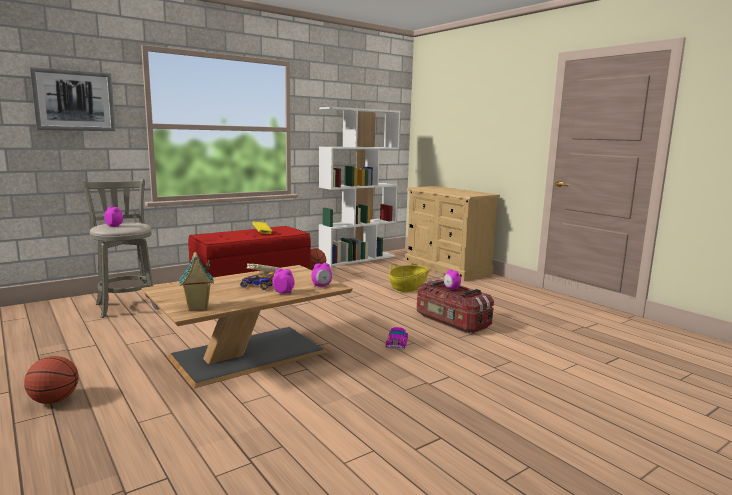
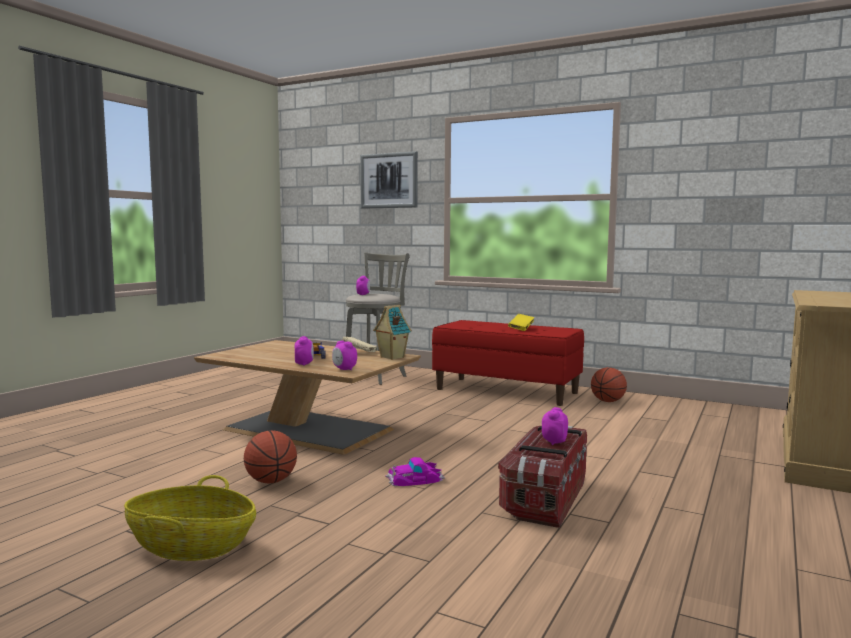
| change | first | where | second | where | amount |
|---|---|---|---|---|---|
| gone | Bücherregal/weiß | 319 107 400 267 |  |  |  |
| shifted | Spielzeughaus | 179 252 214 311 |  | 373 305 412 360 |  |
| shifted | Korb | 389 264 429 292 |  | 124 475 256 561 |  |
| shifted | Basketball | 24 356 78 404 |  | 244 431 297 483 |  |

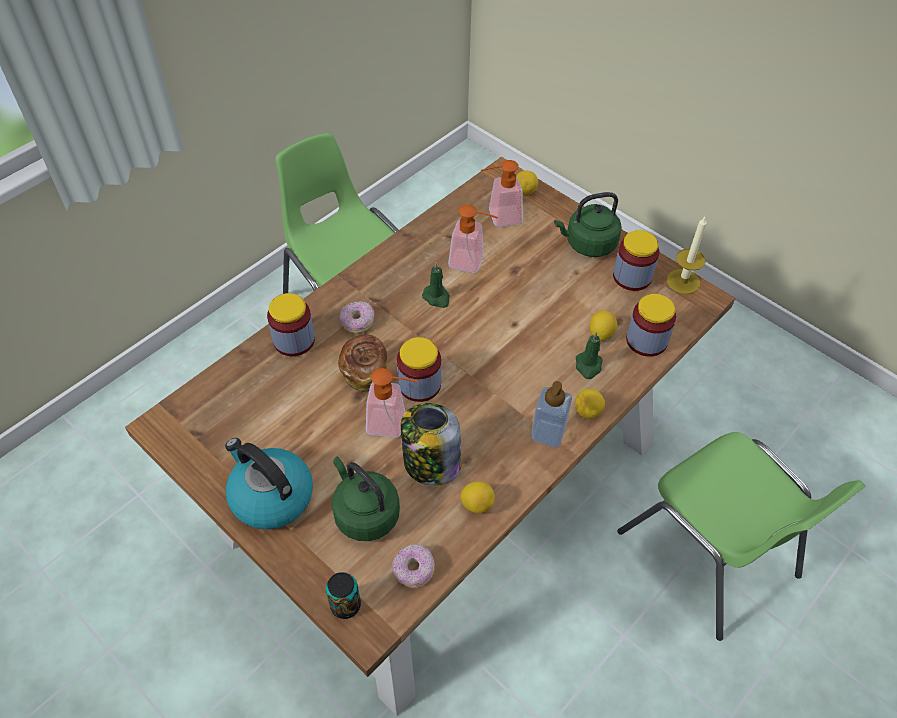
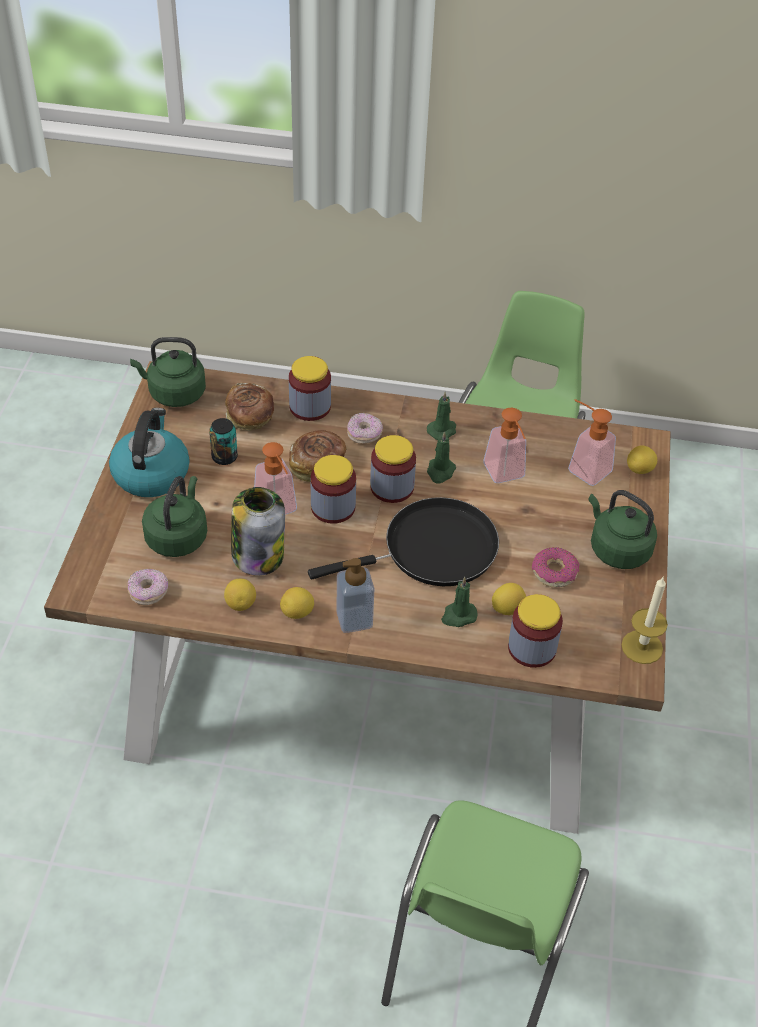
| change | first | where | second | where | amount |
|---|---|---|---|---|---|
| shifted | Vorratsglas | 613 230 660 291 |  | 370 435 416 503 |  |
| shifted | Zitrone | 575 389 605 419 |  | 280 587 314 619 |  |
| shifted | Dose | 326 572 361 619 |  | 209 418 238 465 |  |
| new |  |  | Wasserkessel/grün | 130 337 206 407 |  |
| new |  |  | Brot | 225 383 274 431 |  |
| new |  |  | Kerze/grün | 427 391 456 440 |  |
| new |  |  | Pfanne/schwarz | 308 497 499 586 |  |
| new |  |  | Donut | 532 547 580 587 |  |

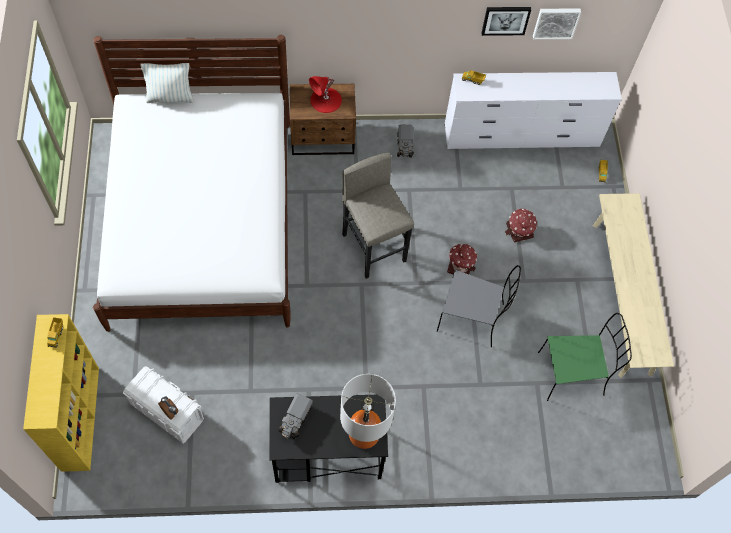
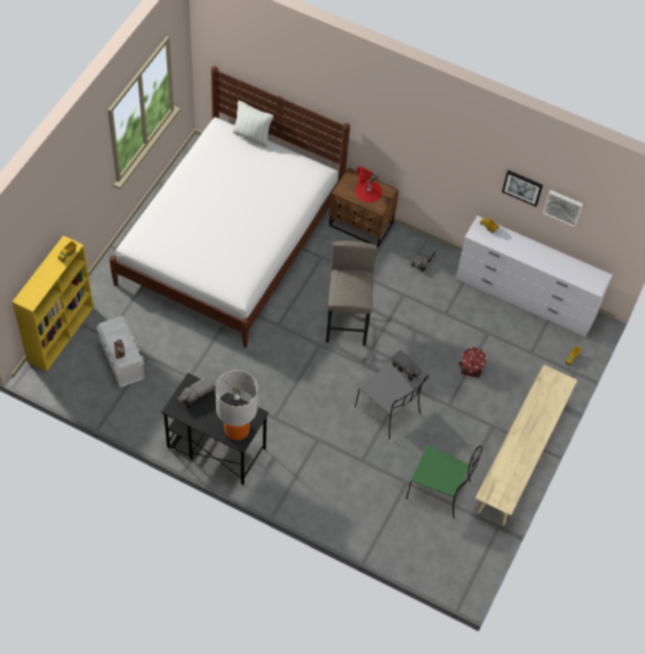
| change | first | where | second | where | amount |
|---|---|---|---|---|---|
| swapped | Spielzeughaus | 447 244 477 274 | Spielzeuglaster | 391 350 422 381 |  |

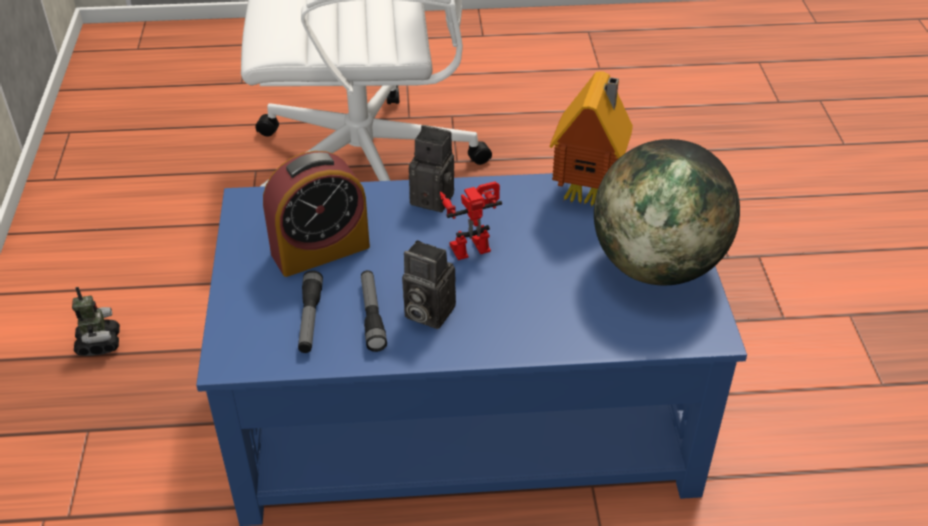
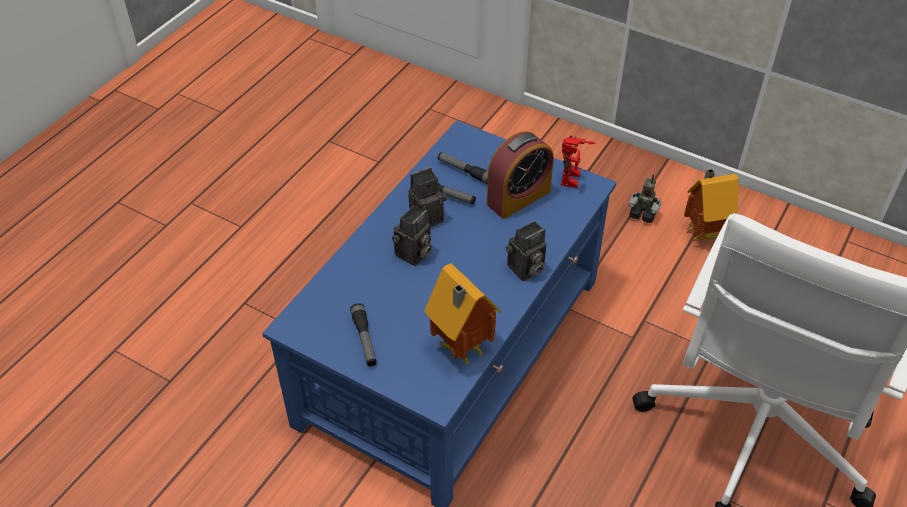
| change | first | where | second | where | amount |
|---|---|---|---|---|---|
| swapped | Globus | 594 139 740 286 | Taschenlampe | 350 303 376 367 |  |
| rotated | Wecker | 263 151 370 277 |  | 487 131 554 219 | 135 degrees counterclockwise |
| shifted | Spielzeugroboter | 440 181 502 260 |  | 561 136 596 188 |  |
| new |  |  | Spielzeughaus | 684 169 739 241 |  |
| new |  |  | Kamera | 392 205 432 266 |  |

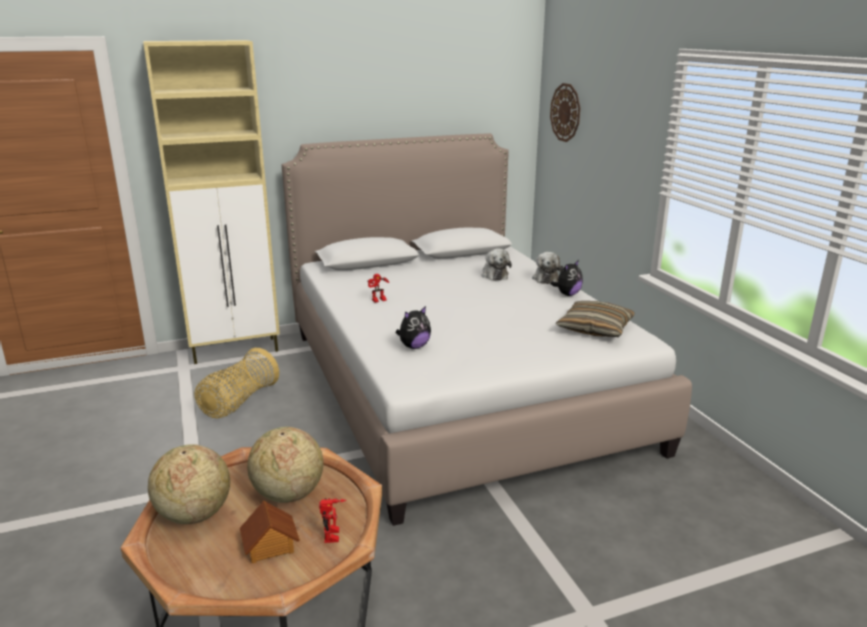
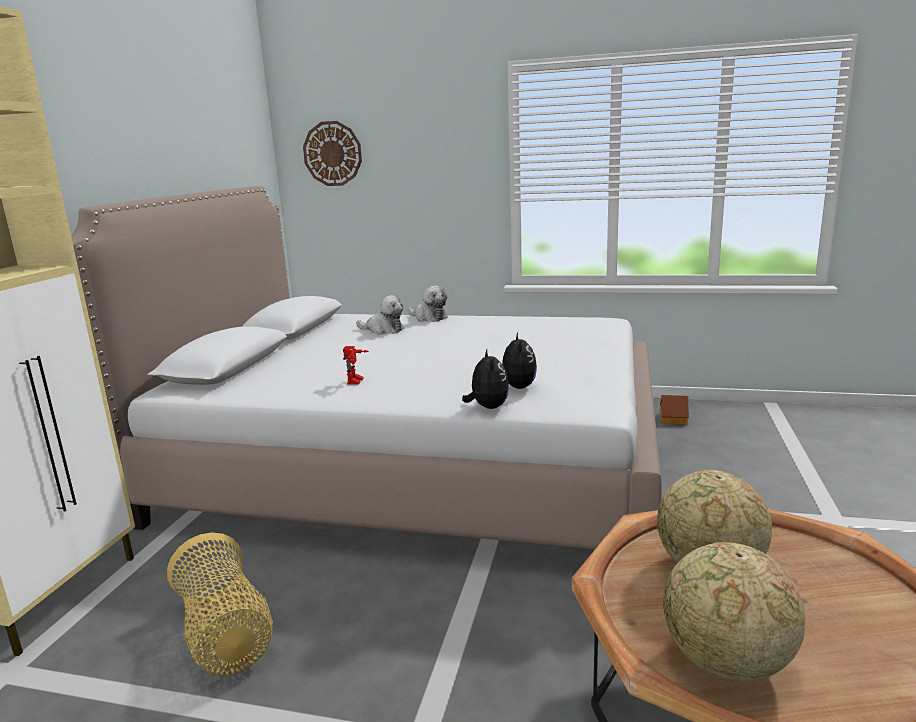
| change | first | where | second | where | amount |
|---|---|---|---|---|---|
| shifted | Plüschtier | 550 260 583 296 |  | 462 349 509 409 |  |
| gone | Kissen | 556 301 635 337 |  |  |  |
| gone | Spielzeugroboter | 319 498 347 543 |  |  |  |
| shifted | Spielzeughaus | 240 500 300 564 |  | 660 395 689 425 |  |

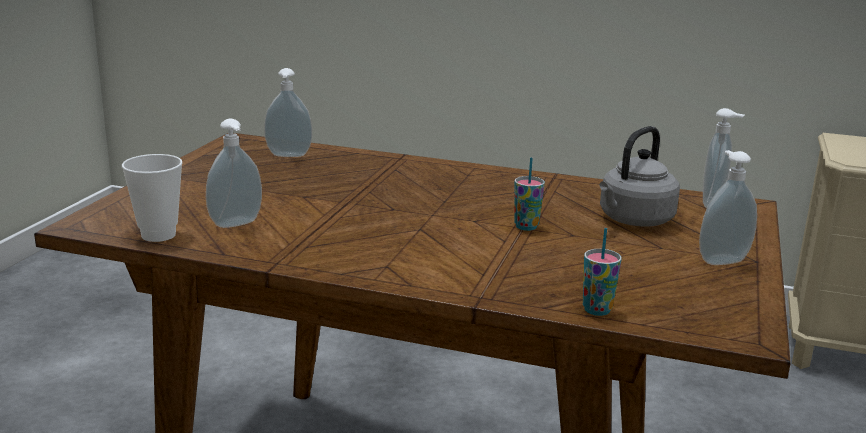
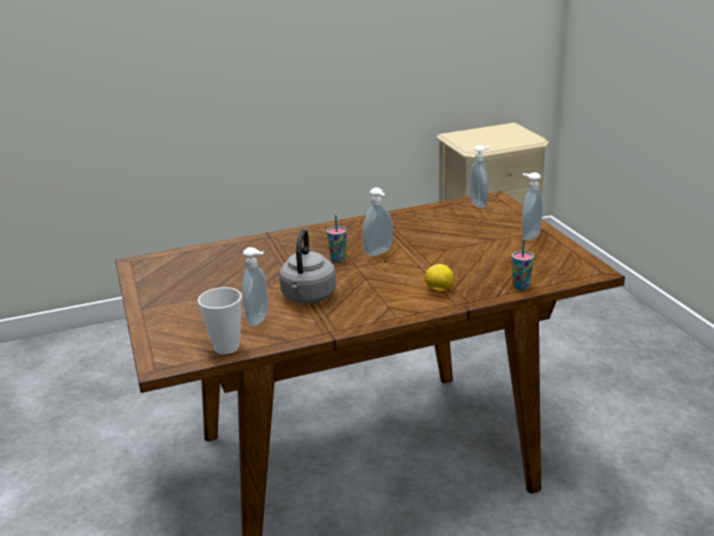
| change | first | where | second | where | amount |
|---|---|---|---|---|---|
| shifted | Seifenspender | 264 68 312 157 |  | 362 188 393 256 |  |
| shifted | Wasserkessel/grau | 600 126 680 227 |  | 279 229 336 304 |  |
| shifted | Tasse | 514 157 545 231 |  | 327 215 347 262 |  |
| new |  |  | Zitrone | 425 264 453 291 |  |

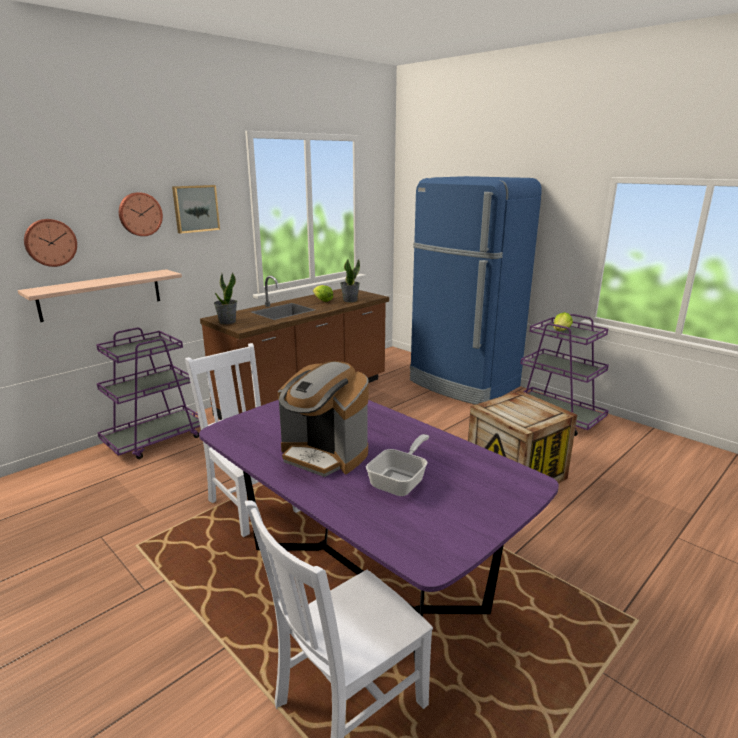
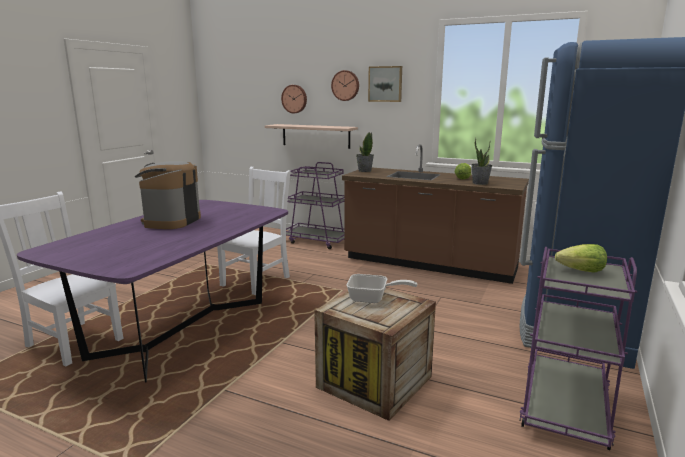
| change | first | where | second | where | amount |
|---|---|---|---|---|---|
| shifted | Pfanne | 366 434 429 496 |  | 346 274 417 303 |  |

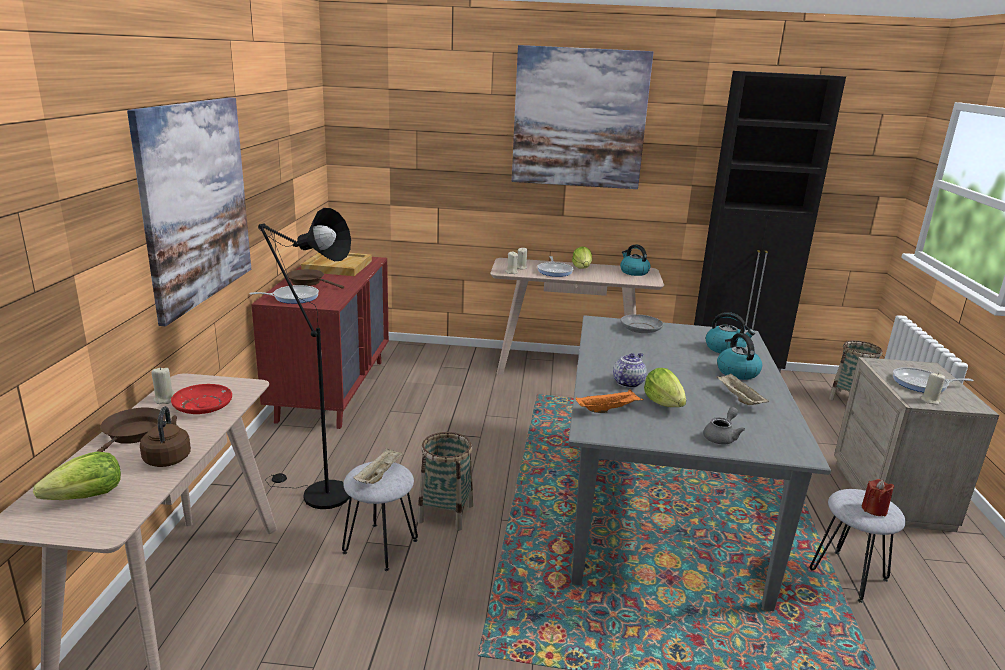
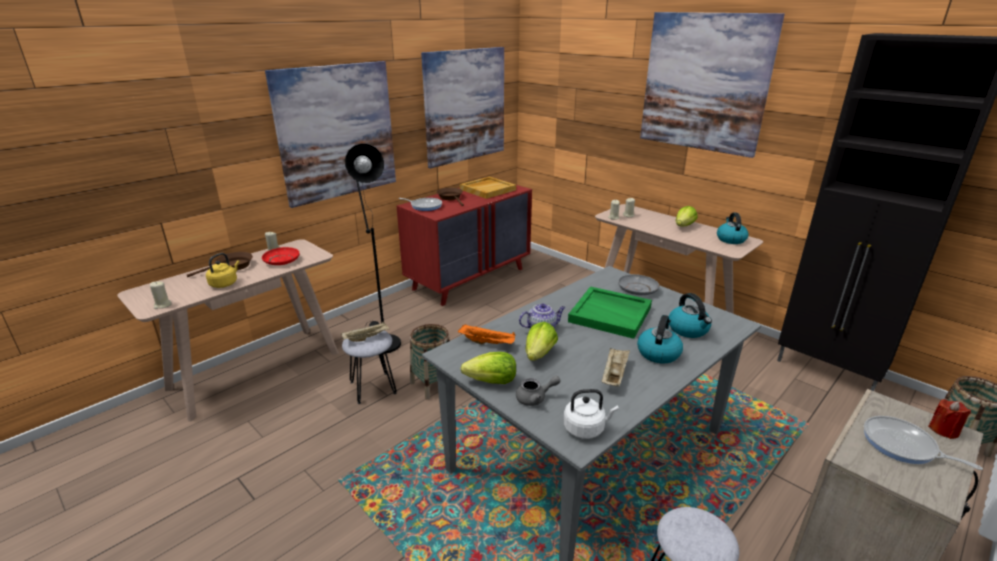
| change | first | where | second | where | amount |
|---|---|---|---|---|---|
| gone | Pfanne | 537 256 573 277 |  |  |  |
| shifted | Kerze/beige | 921 373 945 405 |  | 150 281 172 309 |  |
| repainted | Wasserkessel/braun | 140 406 191 467 | Wasserkessel/gelb | 206 253 240 288 |  |
| shifted | Salatkopf | 33 451 121 500 |  | 460 352 516 384 |  |
| shifted | Kerze/rot | 862 479 894 516 |  | 928 399 971 439 |  |
| new |  |  | Bild | 421 47 504 168 |  |
| new |  |  | Tablett/grün | 568 286 652 339 |  |
| new |  |  | Wasserkessel/weiß | 563 389 619 439 |  |

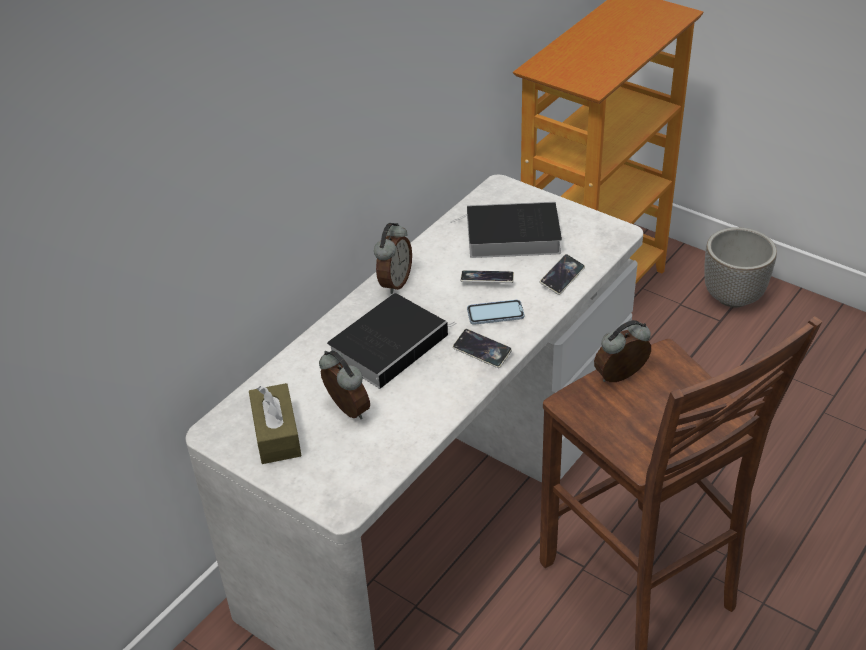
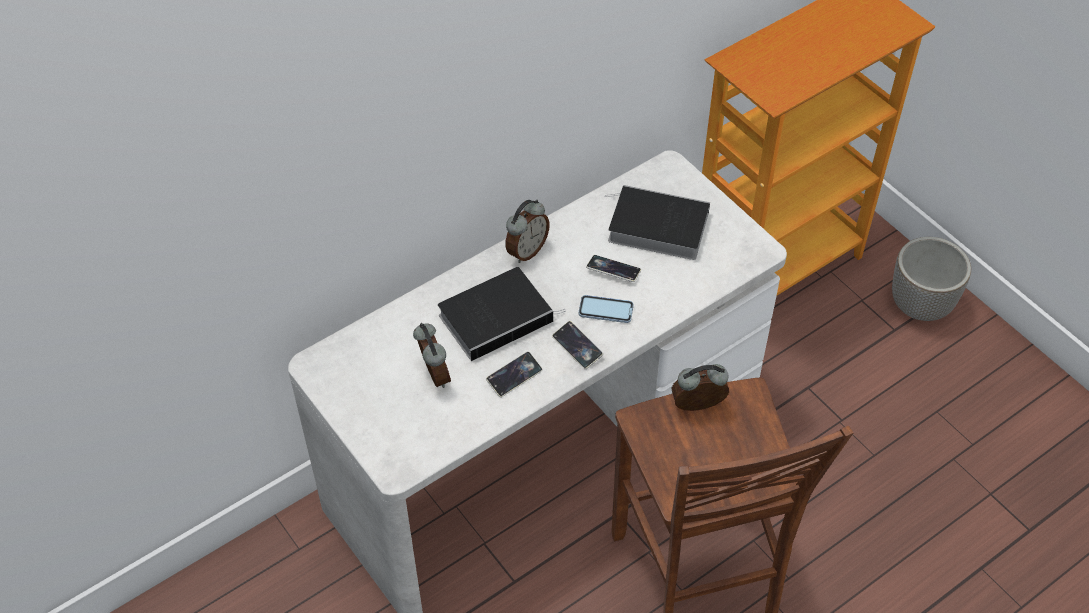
| change | first | where | second | where | amount |
|---|---|---|---|---|---|
| shifted | Handy | 540 254 585 295 |  | 486 351 543 397 |  |
| gone | Taschentuchbox/braun | 249 383 301 464 |  |  |  |

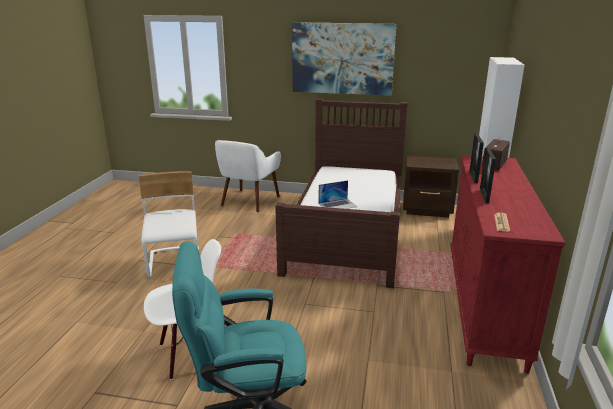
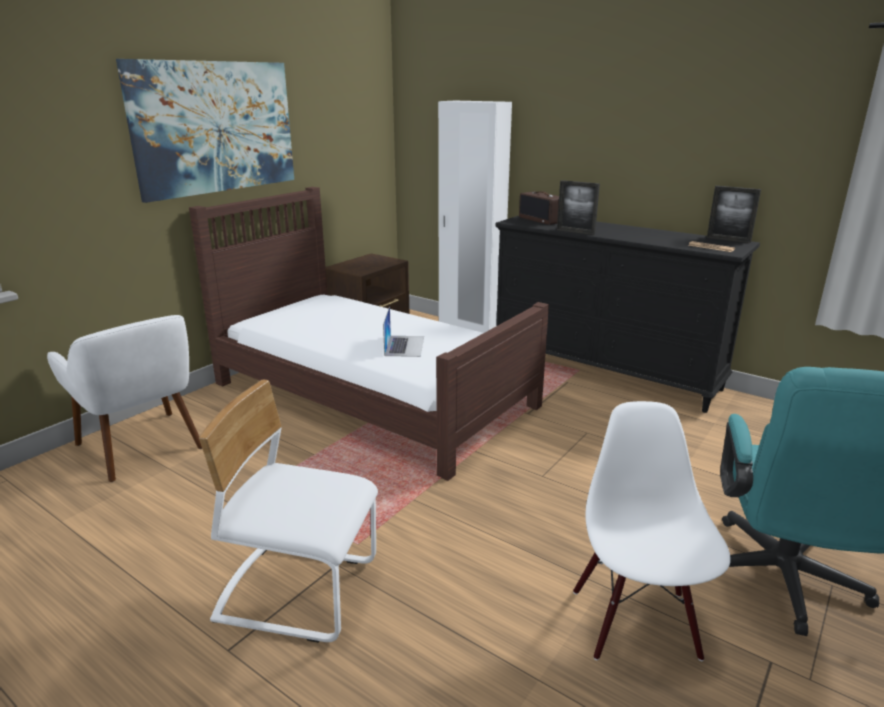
| change | first | where | second | where | amount |
|---|---|---|---|---|---|
| shifted | Bilderrahmen | 480 148 496 203 |  | 707 186 761 243 |  |
| repainted | Kommode/rot | 450 155 565 373 | Kommode/schwarz | 496 216 760 413 |  |

